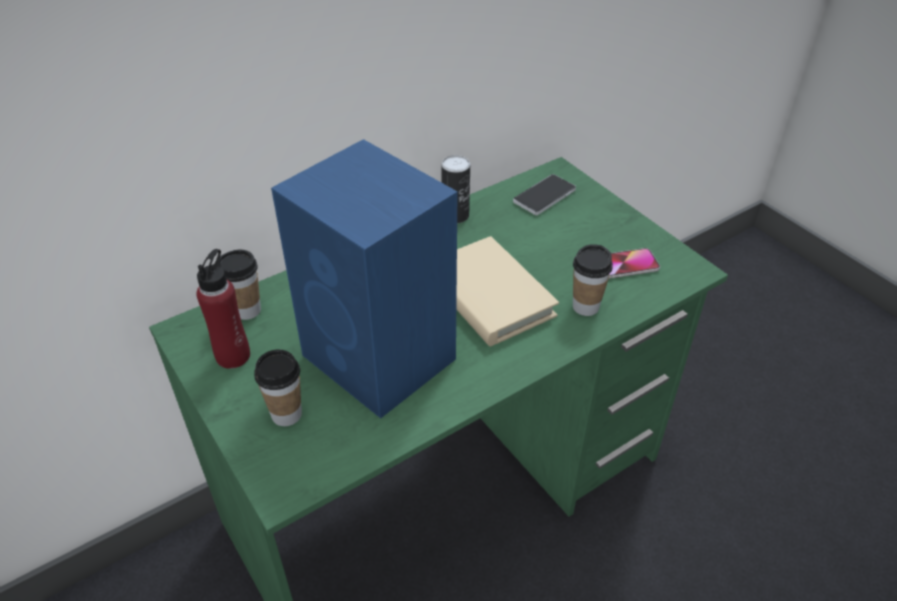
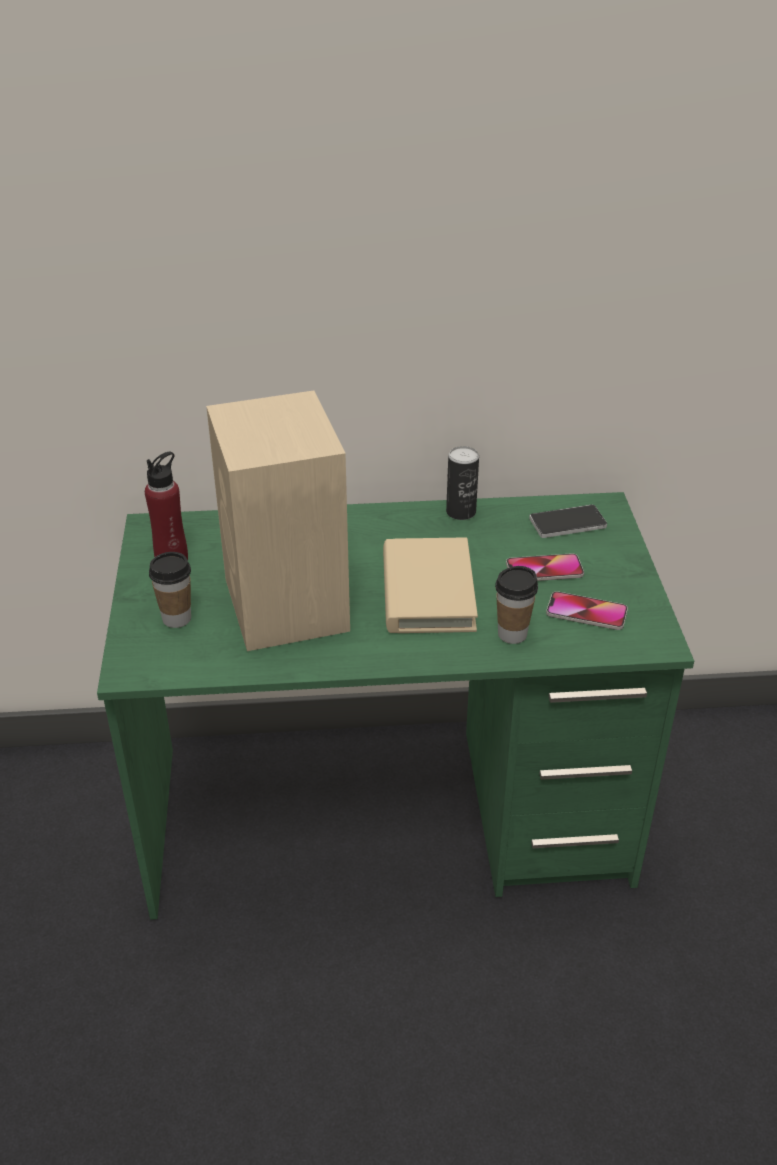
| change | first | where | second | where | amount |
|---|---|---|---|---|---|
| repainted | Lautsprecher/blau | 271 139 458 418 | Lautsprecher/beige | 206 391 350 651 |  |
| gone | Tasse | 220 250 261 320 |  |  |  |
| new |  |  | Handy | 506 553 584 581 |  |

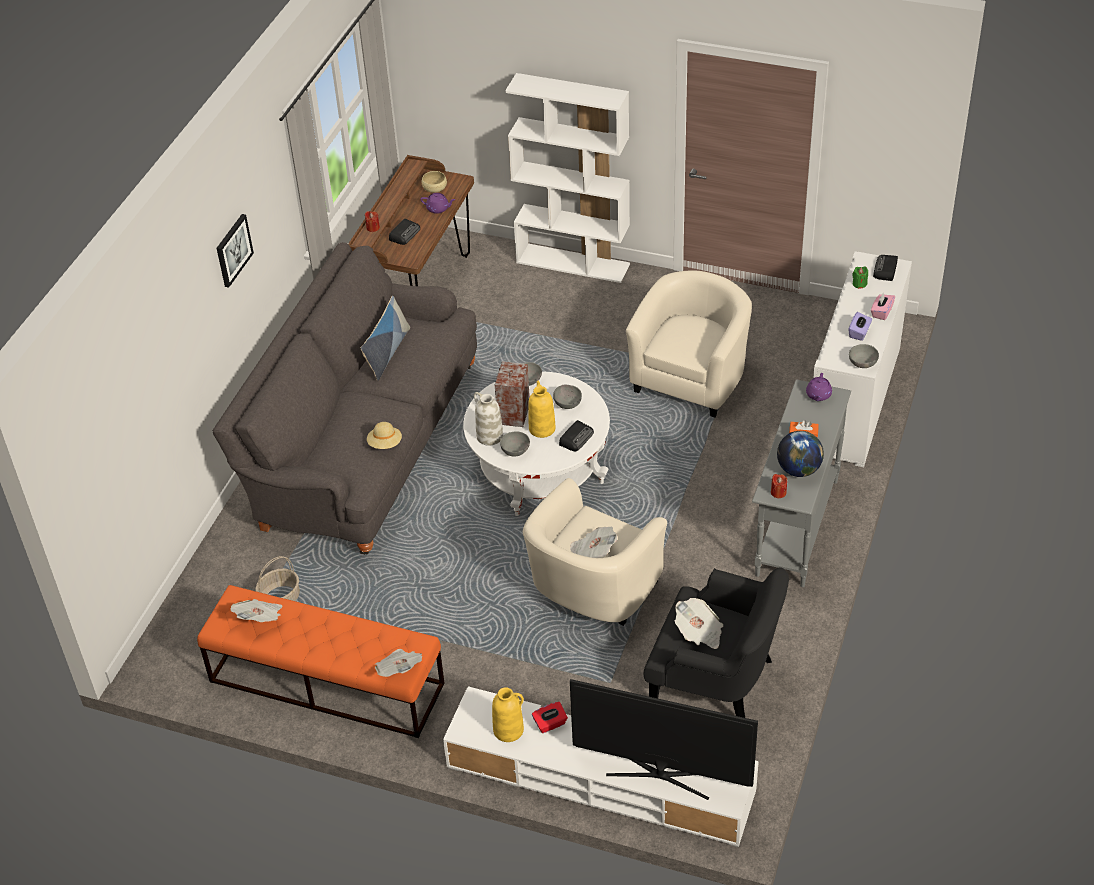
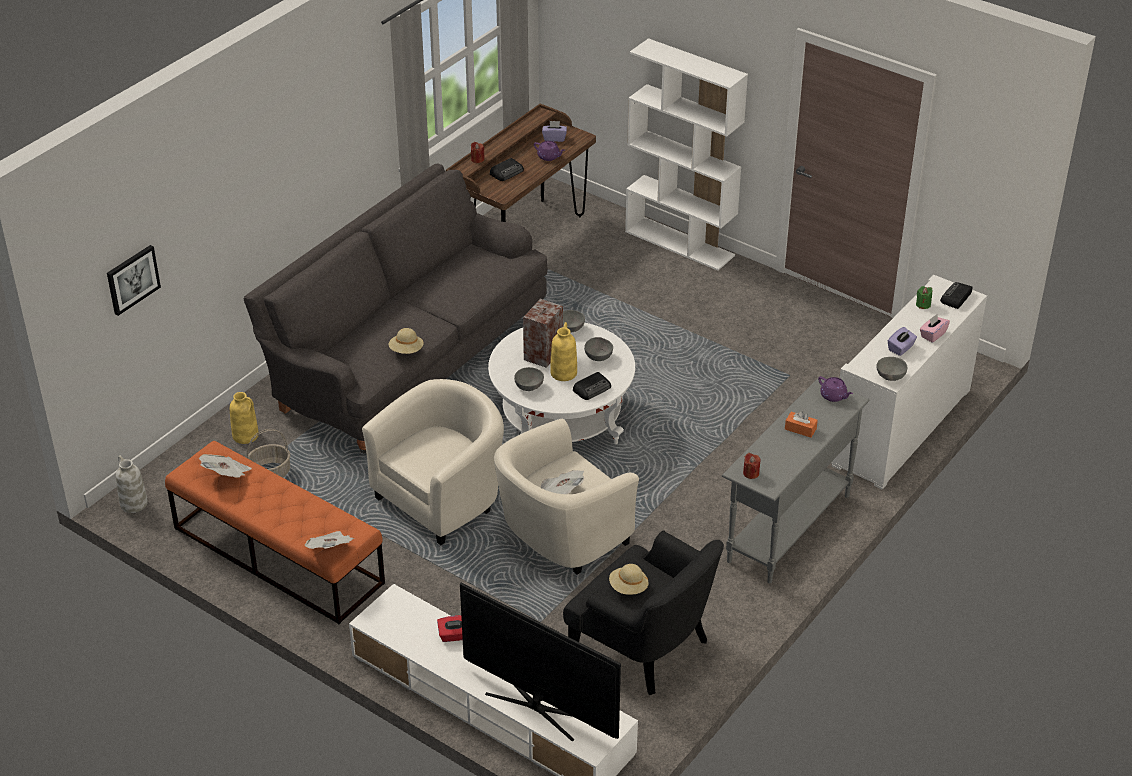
| change | first | where | second | where | amount |
|---|---|---|---|---|---|
| swapped | Schüssel/beige | 422 171 447 193 | Taschentuchbox/lila | 542 121 567 142 |  |
| shifted | Bild | 217 214 254 288 |  | 107 245 161 316 |  |
| shifted | Sessel/beige | 626 270 752 418 |  | 362 379 504 545 |  |
| gone | Kissen | 361 296 410 381 |  |  |  |
| rotated | Teekanne/lila | 806 373 832 401 |  | 818 376 853 402 | 75 degrees counterclockwise |
| shifted | Vase/weiß | 474 392 503 446 |  | 116 455 148 513 |  |
| gone | Globus | 777 431 824 477 |  |  |  |
| swapped | Zeitung | 675 598 723 649 | Hut/beige | 609 564 648 595 |  |
| shifted | Vase/gelb | 492 687 524 742 |  | 230 392 259 444 |  |

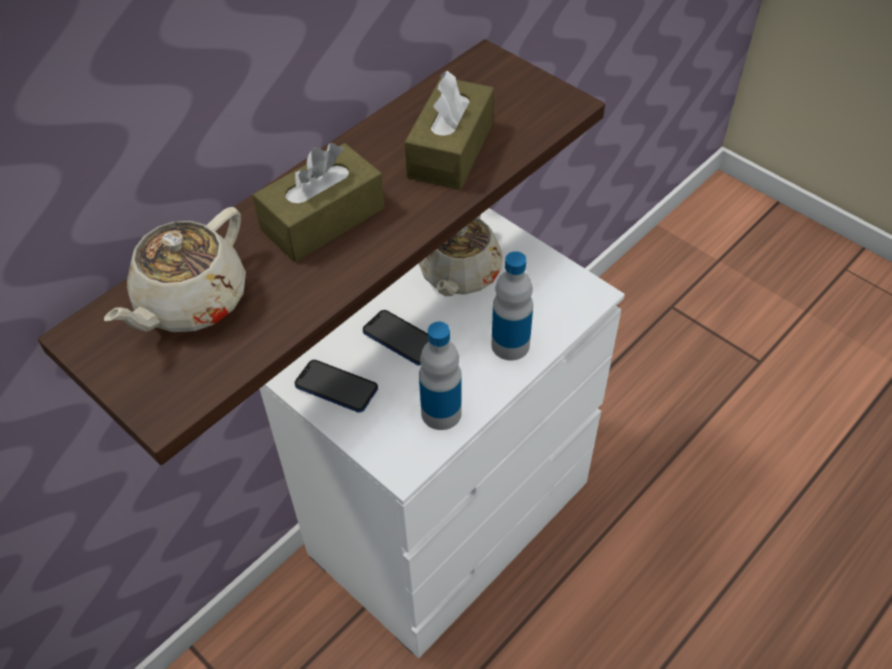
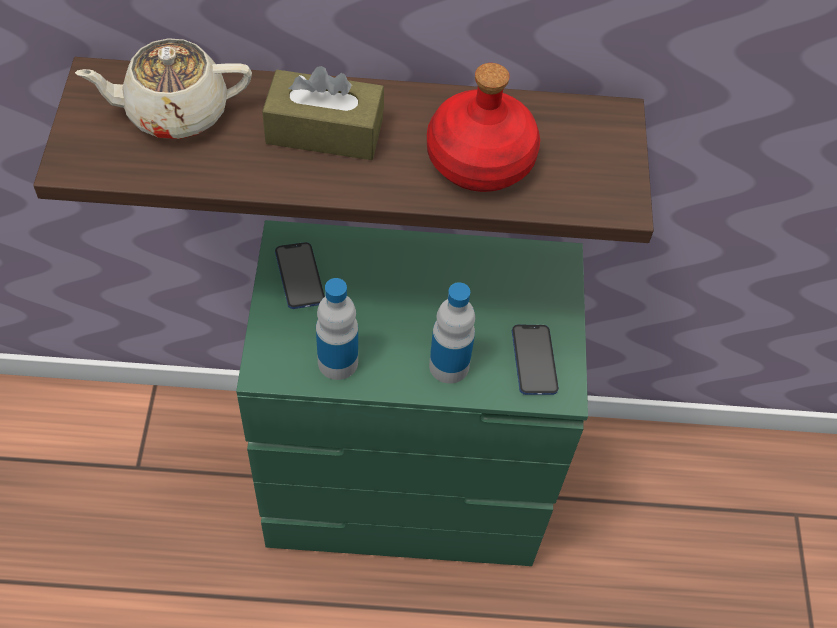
| change | first | where | second | where | amount |
|---|---|---|---|---|---|
| swapped | Taschentuchbox/braun | 404 71 494 190 | Flasche/rot | 427 63 540 192 |  |
| repainted | Kommode/weiß | 260 208 625 658 | Kommode/grün | 236 220 588 566 |  |
| gone | Teekanne/beige | 419 215 503 296 |  |  |  |
| shifted | Handy | 363 310 429 365 |  | 512 325 559 395 |  |

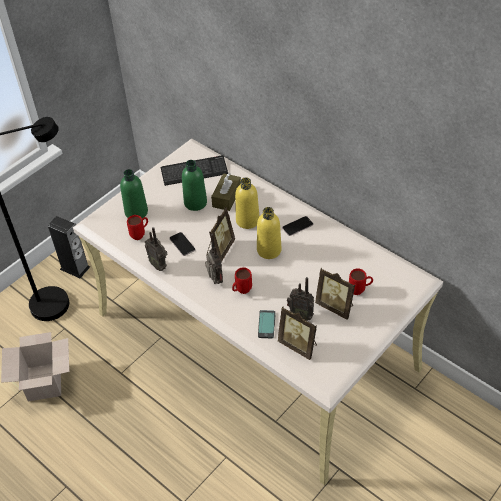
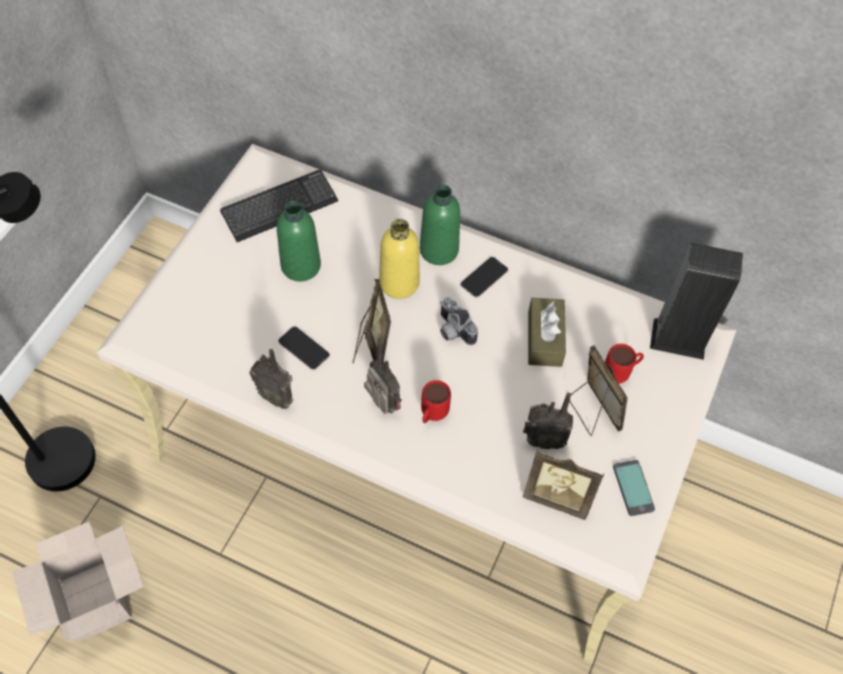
| change | first | where | second | where | amount |
|---|---|---|---|---|---|
| shifted | Flasche/grün | 120 169 148 218 |  | 420 185 460 265 |  |
| shifted | Taschentuchbox/braun | 211 173 241 211 |  | 528 298 566 367 |  |
| swapped | Flasche/gelb | 257 207 281 259 | Kamera | 440 297 478 345 |  |
| gone | Henkelbecher/rot | 127 215 148 240 |  |  |  |
| shifted | Lautsprecher | 48 216 90 278 |  | 650 243 743 360 |  |
| rotated | Bilderrahmen | 315 268 355 320 |  | 569 345 628 436 | 135 degrees counterclockwise |
| shifted | Handy | 258 310 275 338 |  | 613 460 655 516 |  |

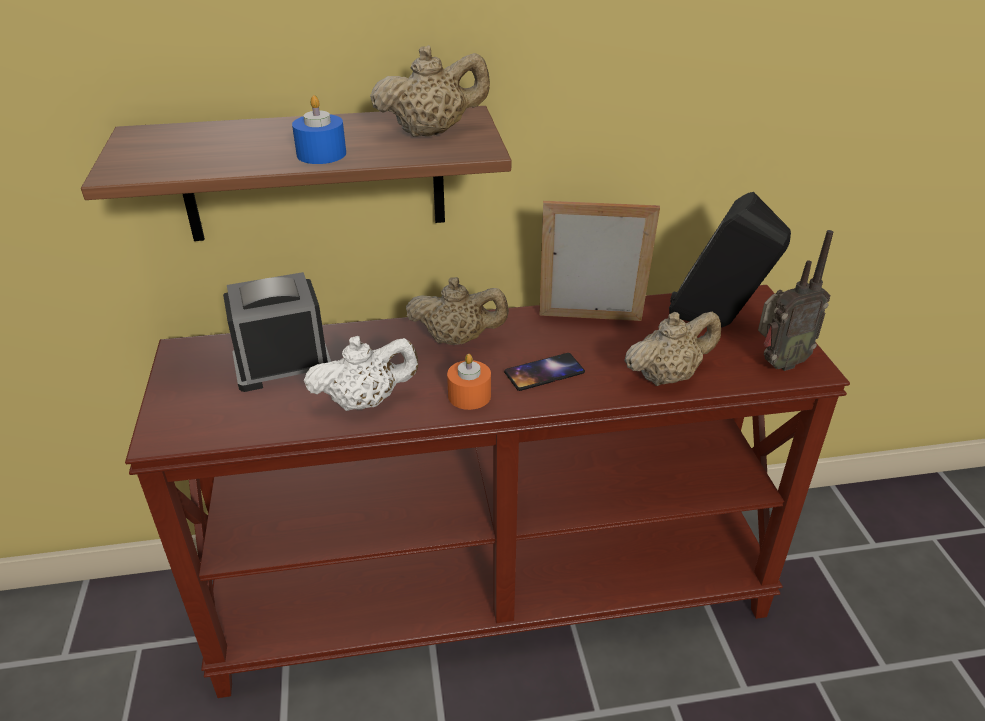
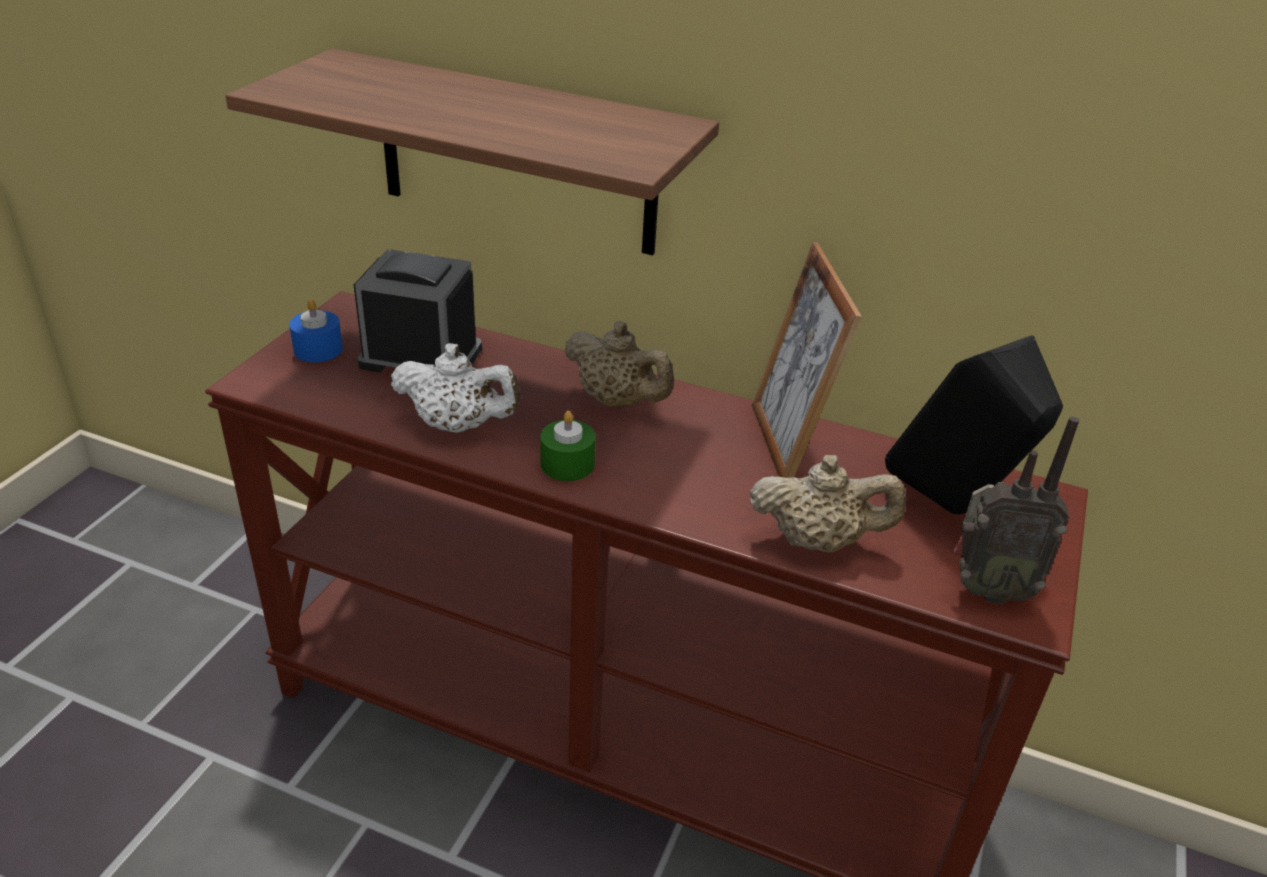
| change | first | where | second | where | amount |
|---|---|---|---|---|---|
| gone | Teekanne/beige | 370 45 490 137 |  |  |  |
| shifted | Kerze/blau | 292 95 346 164 |  | 289 299 343 362 |  |
| rotated | Bilderrahmen | 539 201 660 321 |  | 752 242 862 478 | 135 degrees counterclockwise |
| gone | Handy | 504 353 585 391 |  |  |  |
| repainted | Kerze/orange | 447 354 491 410 | Kerze/grün | 540 411 596 481 |  |

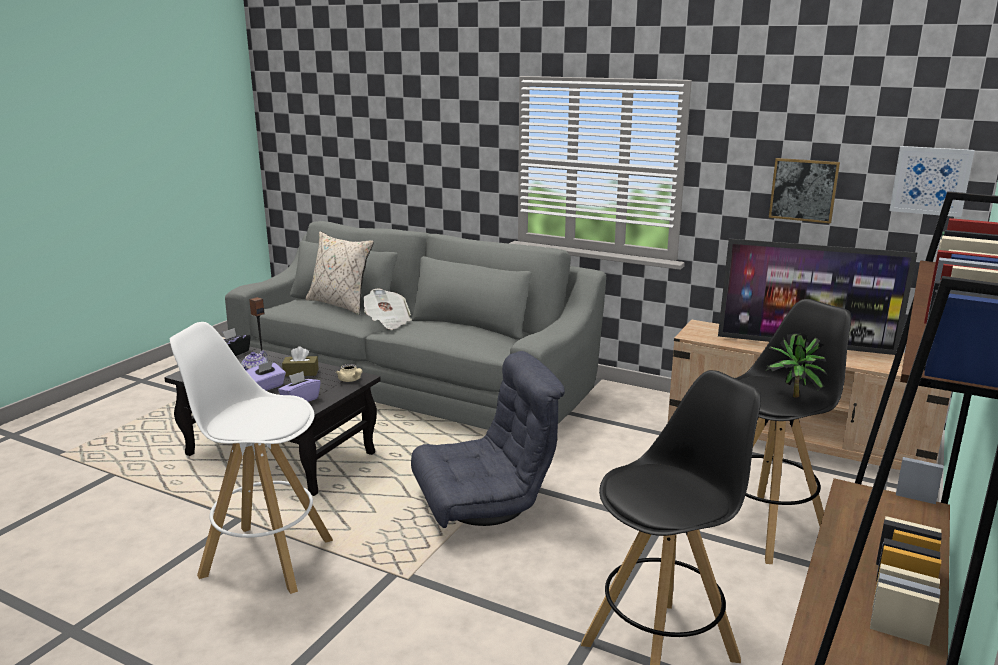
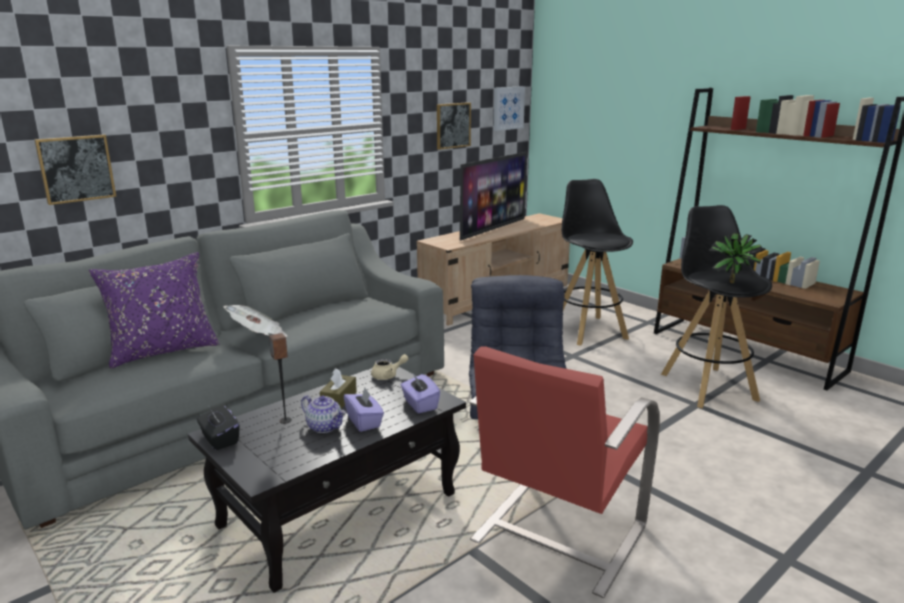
| change | first | where | second | where | amount |
|---|---|---|---|---|---|
| repainted | Kissen/beige | 306 231 374 315 | Kissen/lila | 89 252 220 368 |  |
| swapped | Hocker/weiß | 170 322 333 594 | Sessel/rot | 469 347 660 598 |  |
| shifted | Topfpflanze | 766 333 827 398 |  | 710 232 763 283 |  |
| new |  |  | Bild | 34 135 116 205 |  |

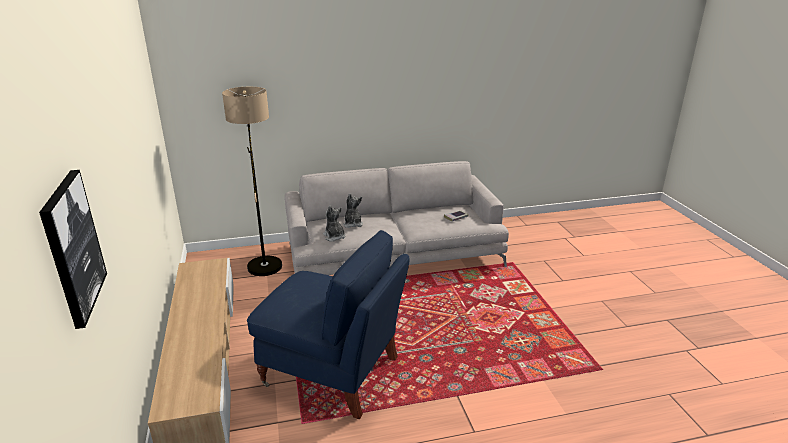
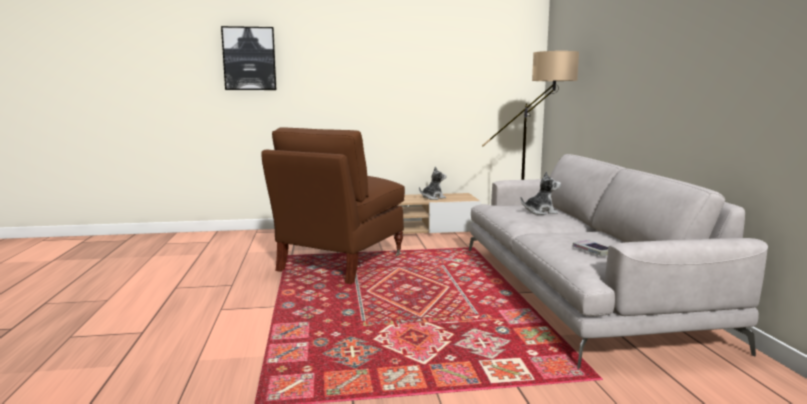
| change | first | where | second | where | amount |
|---|---|---|---|---|---|
| shifted | Plüschtier | 323 206 346 242 |  | 419 167 446 200 |  |
| repainted | Sessel/blau | 247 230 410 419 | Sessel/braun | 261 127 405 284 |  |

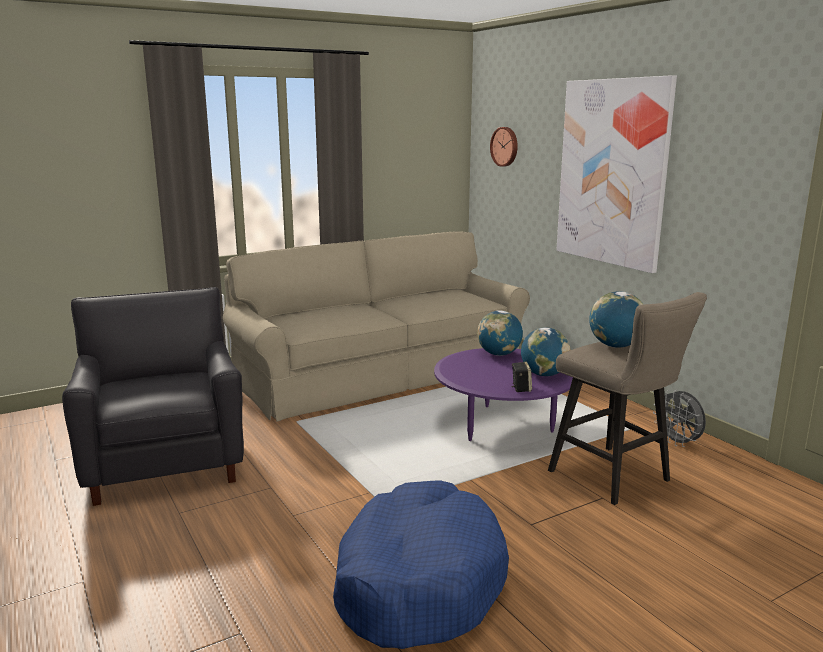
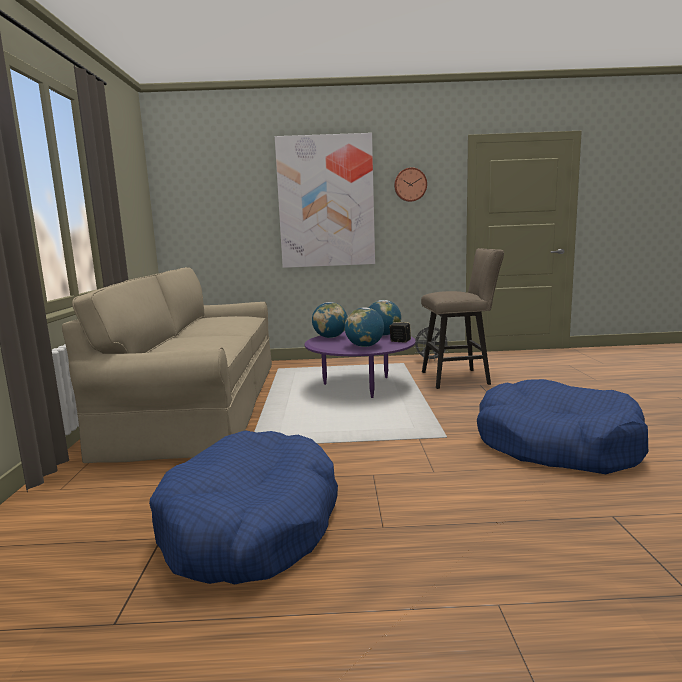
| change | first | where | second | where | amount |
|---|---|---|---|---|---|
| shifted | Wanduhr | 490 127 518 167 |  | 394 168 427 202 |  |
| swapped | Sessel/schwarz | 62 287 244 506 | Hundebett/blau | 149 430 338 584 |  |
| shifted | Globus | 589 291 643 348 |  | 345 307 384 347 |  |

